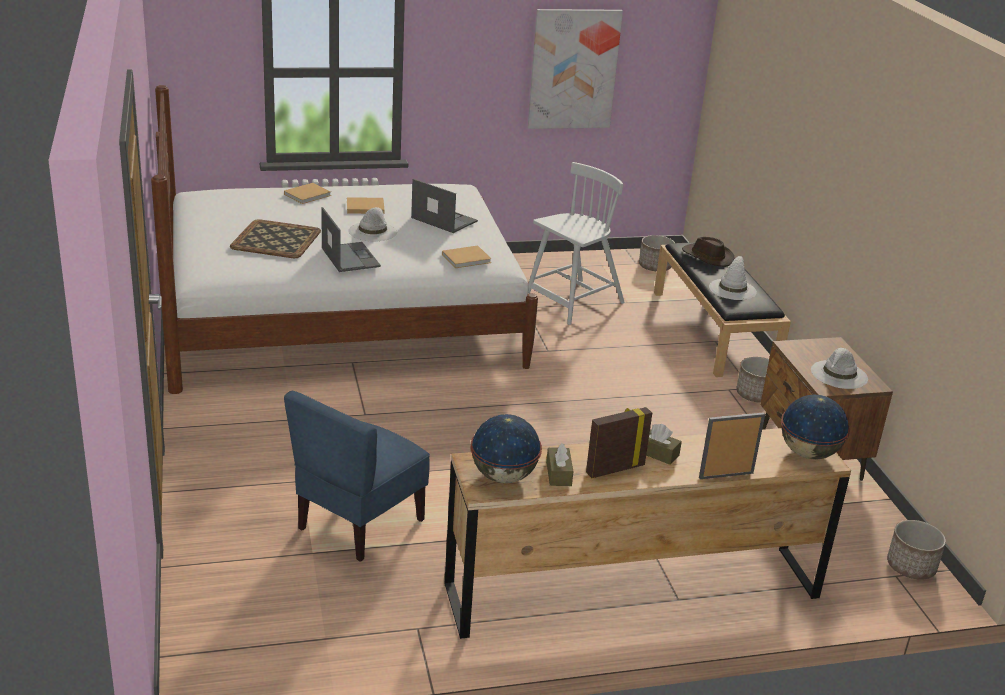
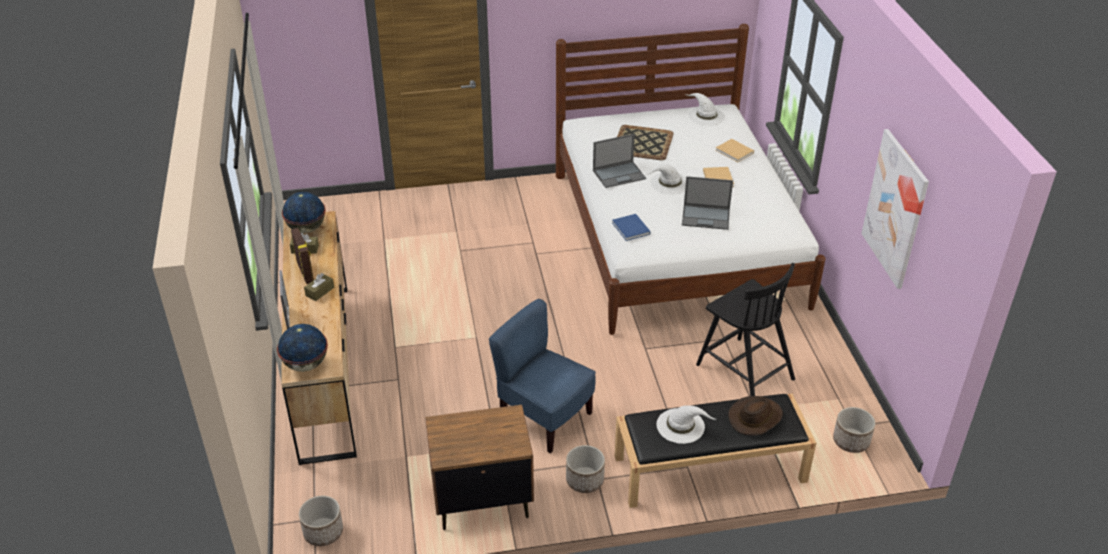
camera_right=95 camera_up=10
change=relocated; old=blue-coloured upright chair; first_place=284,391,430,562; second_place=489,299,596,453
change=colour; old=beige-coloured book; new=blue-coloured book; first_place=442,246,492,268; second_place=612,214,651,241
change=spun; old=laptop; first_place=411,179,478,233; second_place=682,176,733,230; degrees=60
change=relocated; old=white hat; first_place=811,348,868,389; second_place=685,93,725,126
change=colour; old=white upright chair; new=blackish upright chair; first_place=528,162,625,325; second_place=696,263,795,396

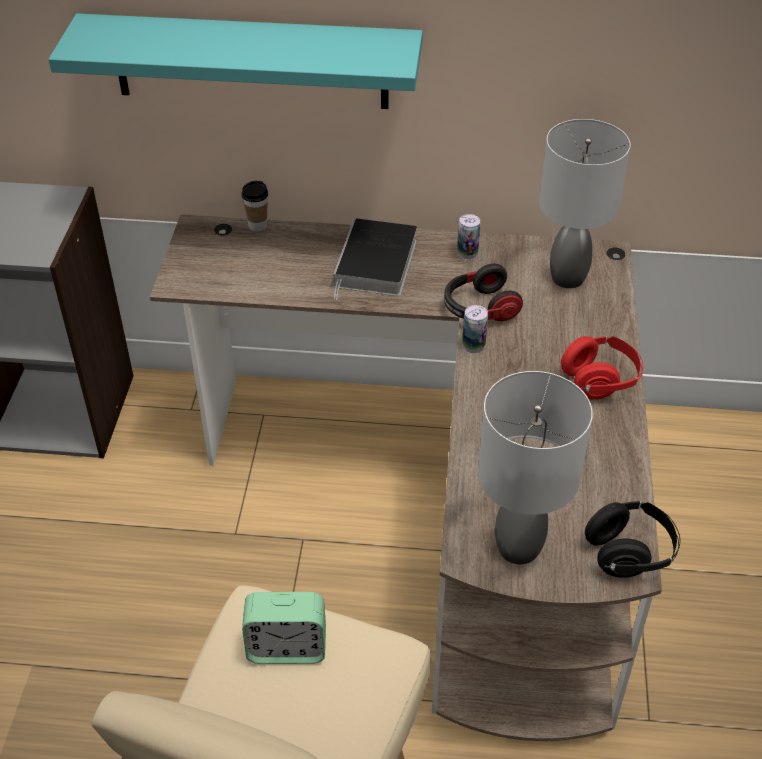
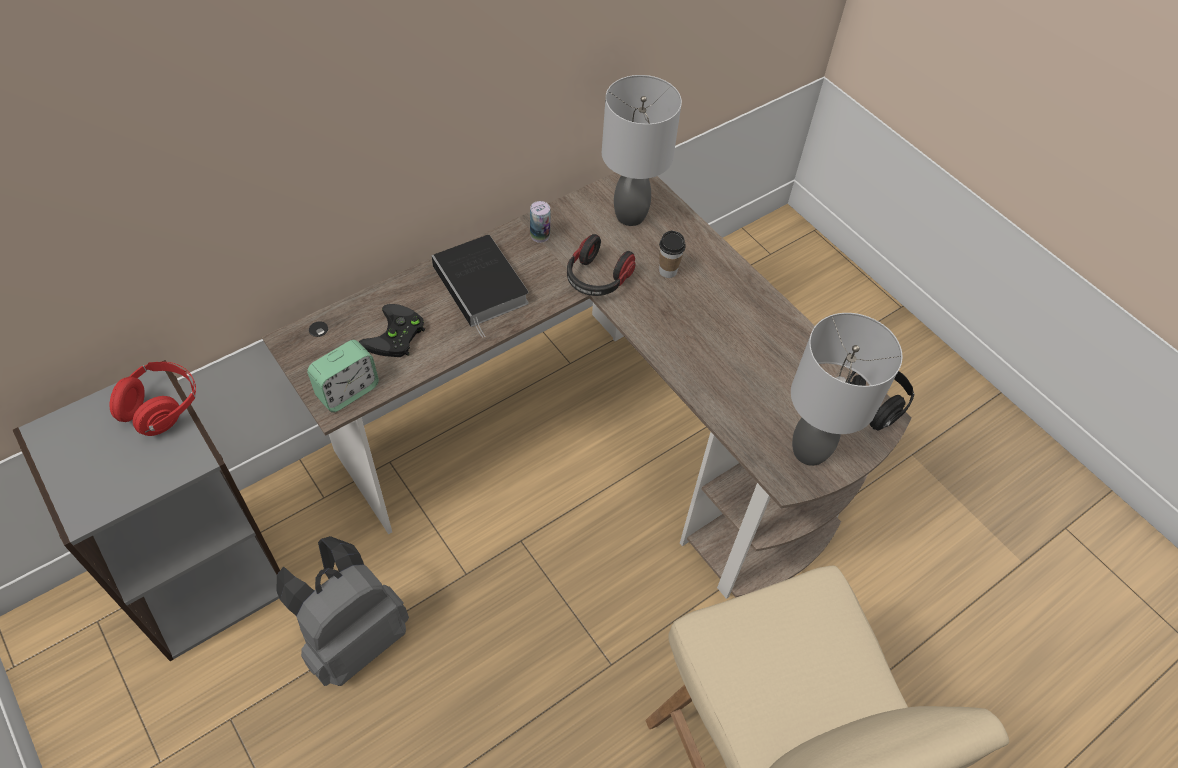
camera_right=-45 camera_up=10
change=relocated; old=red pair of headphones; first_place=561,336,643,400; second_place=110,362,196,436
change=appeared; new=grey rucksack; second_place=276,536,409,686
change=relocated; old=table clock; first_place=242,592,326,664; second_place=307,340,379,412
change=appeared; new=blackish joypad; second_place=359,304,425,357
change=relocated; old=small cup; first_place=242,181,268,231; second_place=659,231,686,278
change=missing; old=blue-green bracket shelf; first_place=49,13,423,109
change=missing; old=can; first_place=462,305,488,353

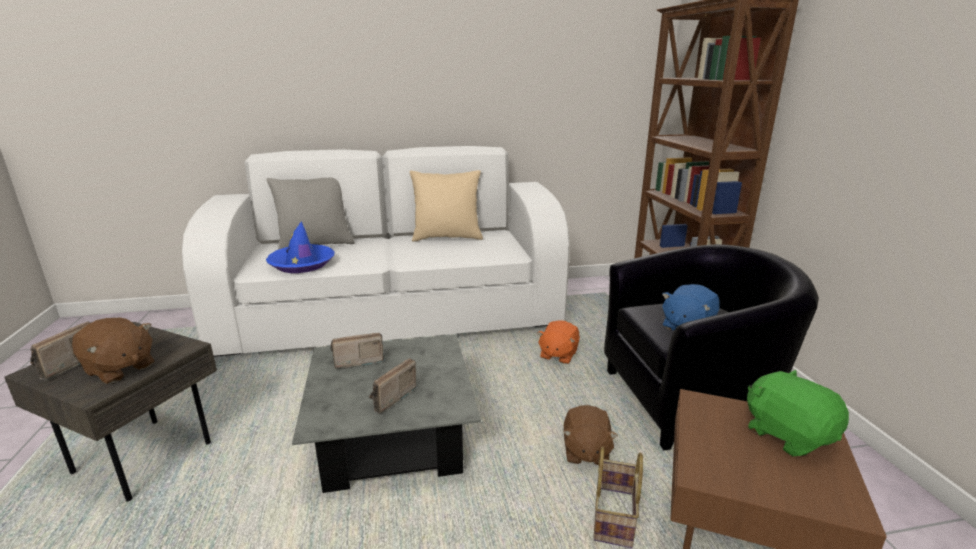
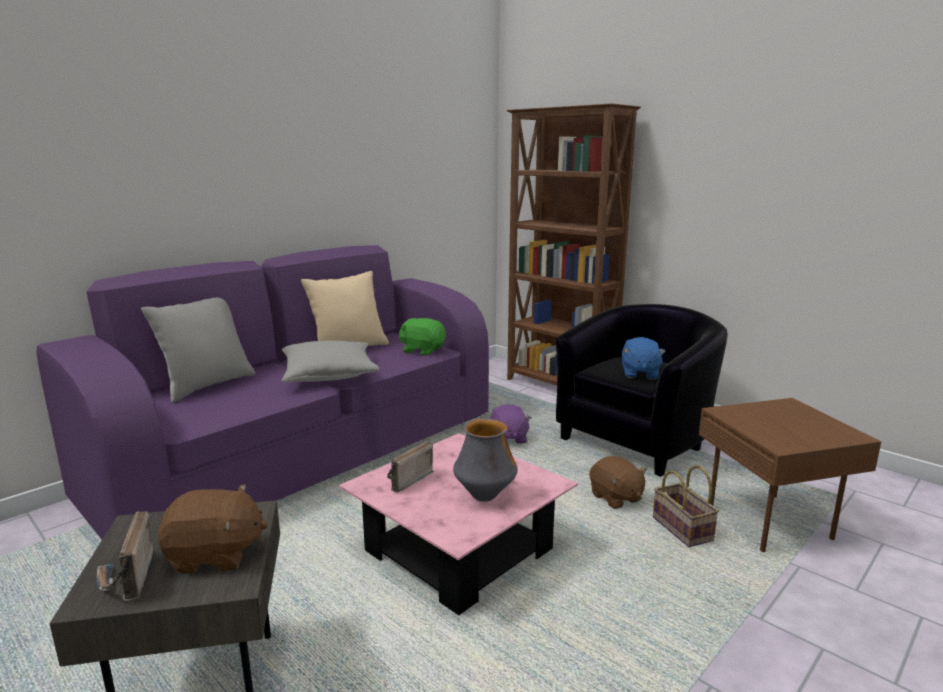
camera_right=-35 camera_up=-5
change=colour; old=white sofa; new=purple sofa; first_place=182,146,569,357; second_place=37,245,489,539
change=appeared; new=grey throw pillow; second_place=282,341,379,382
change=colour; old=grey lounge table; new=pinkish lounge table; first_place=292,334,481,493; second_place=339,433,578,615
change=relocated; old=green-coloured soft toy; first_place=747,370,849,456; second_place=399,318,446,356
change=exchanged; old=radio set; new=decorative vase; first_place=369,358,417,414; second_place=453,419,517,502
change=colour; old=orange soft toy; new=purple soft toy; first_place=537,321,580,364; second_place=490,404,532,444
change=missing; old=blue-coloured hat; first_place=266,221,335,273

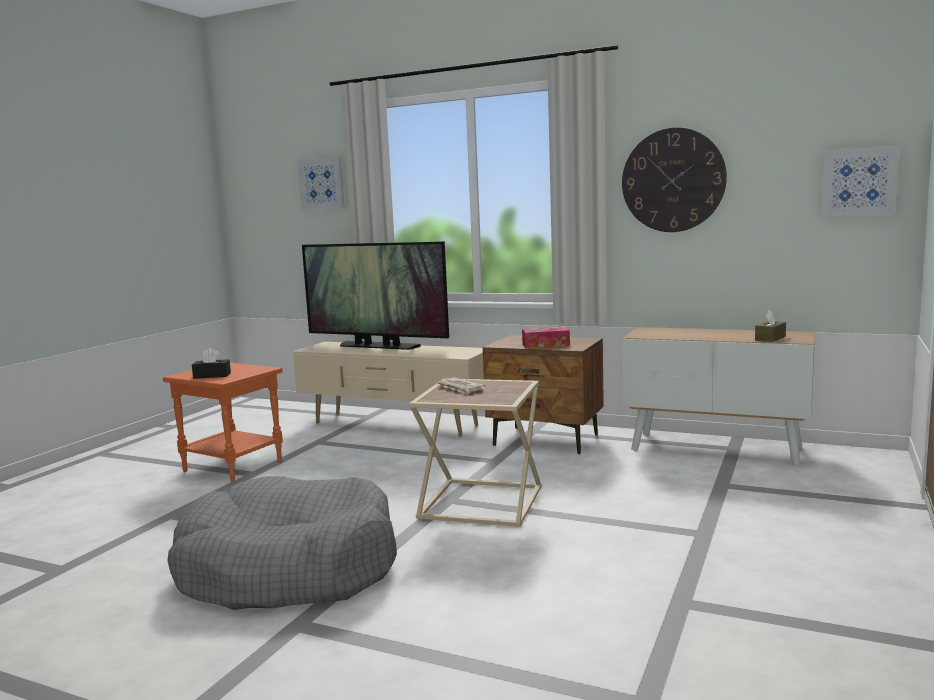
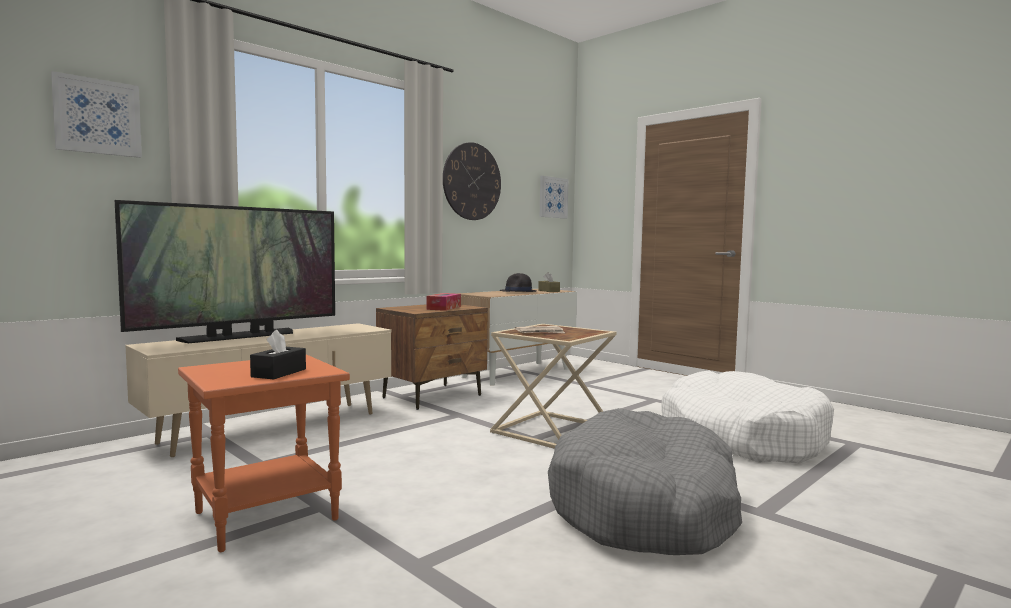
camera_right=-70 camera_up=-5
change=appeared; new=blackish hat; second_place=500,273,537,292
change=appeared; new=white dog cushion; second_place=661,371,834,463

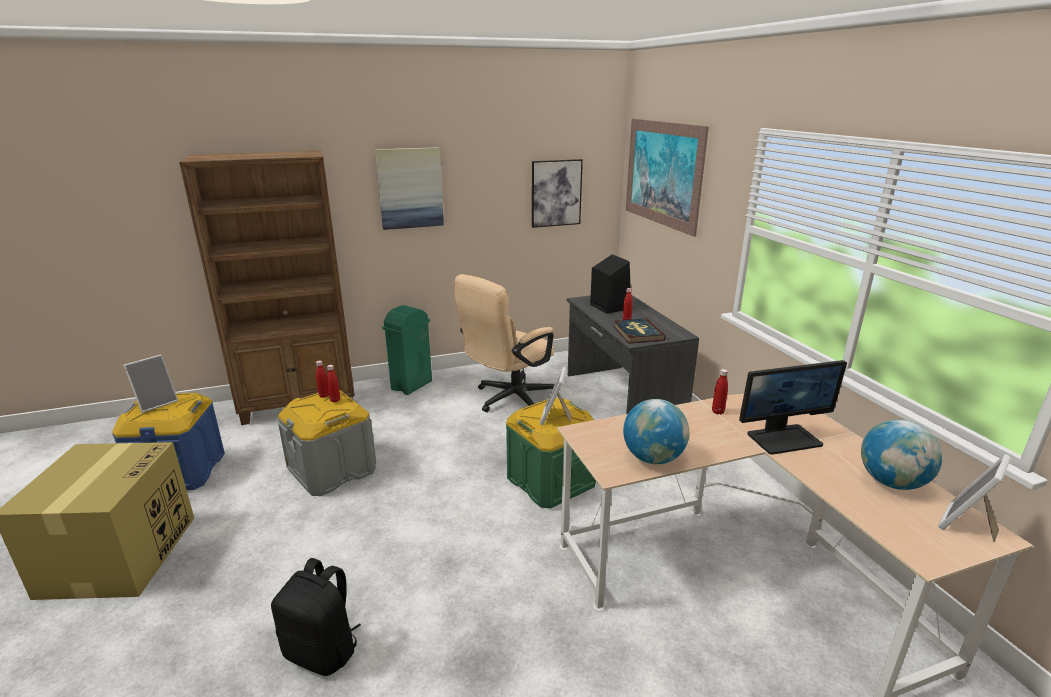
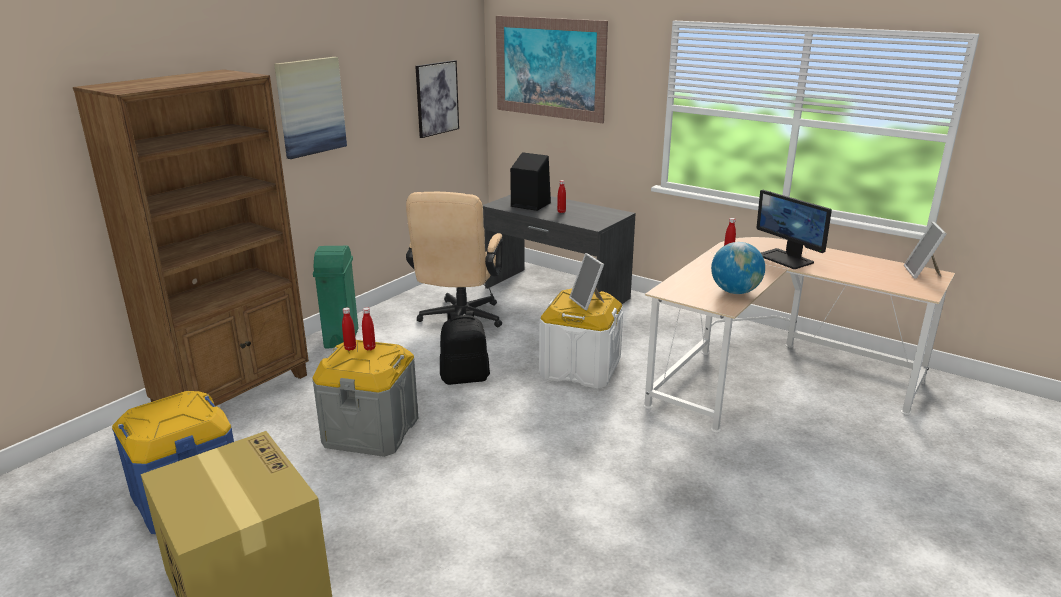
camera_right=-35 camera_up=0
change=relocated; old=blackish rucksack; first_place=271,558,361,676; second_place=440,311,490,385
change=colour; old=green-coloured storage bin; new=white storage bin; first_place=506,398,596,509; second_place=539,288,623,389
change=spun; old=computer display; first_place=739,360,847,455; second_place=756,190,832,269; degrees=105
change=missing; old=picture frame; first_place=123,355,178,413
change=missing; old=book; first_place=614,318,666,343
change=missing; old=desk globe; first_place=861,420,942,490

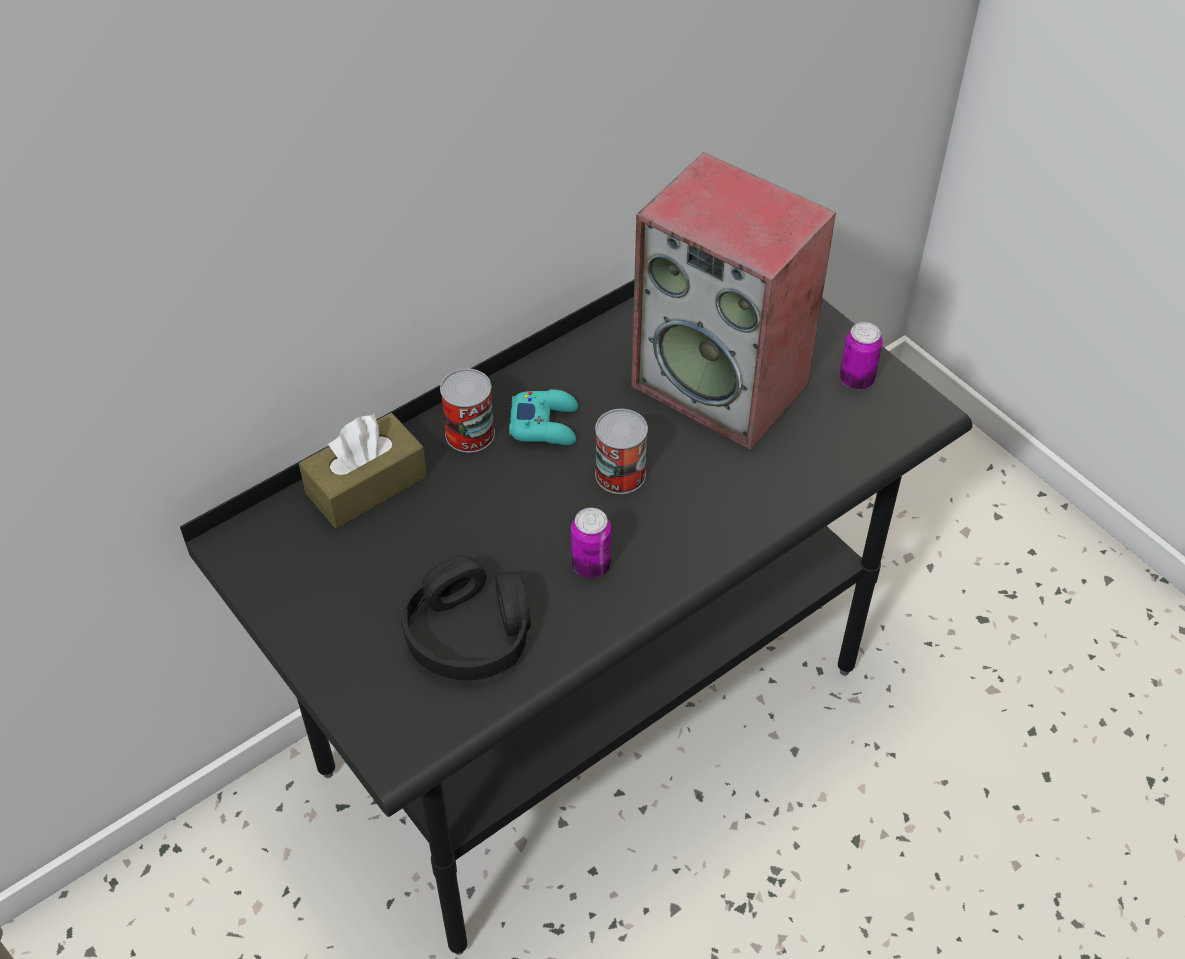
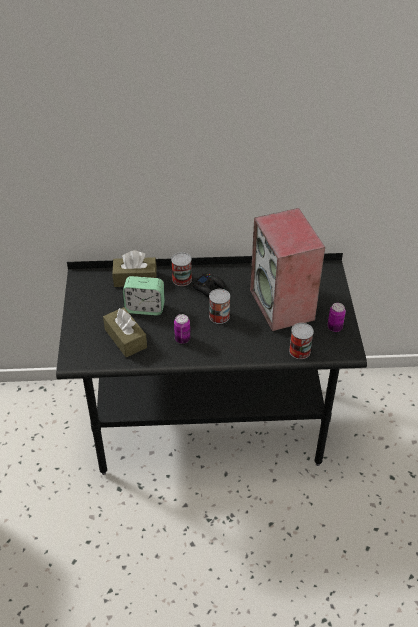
camera_right=35 camera_up=-5
change=exchanged; old=blackish pair of headphones; new=brownish box of tissues; first_place=401,555,531,681; second_place=103,307,147,357
change=appeared; new=table clock; second_place=123,276,165,315
change=colour; old=blue-green joypad; new=blackish joypad; first_place=509,389,578,445; second_place=193,273,226,297
change=appeared; new=can; second_place=289,323,314,359

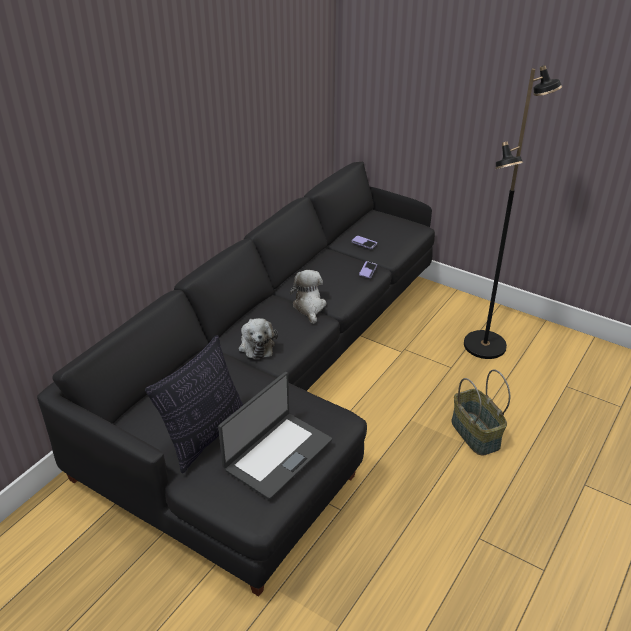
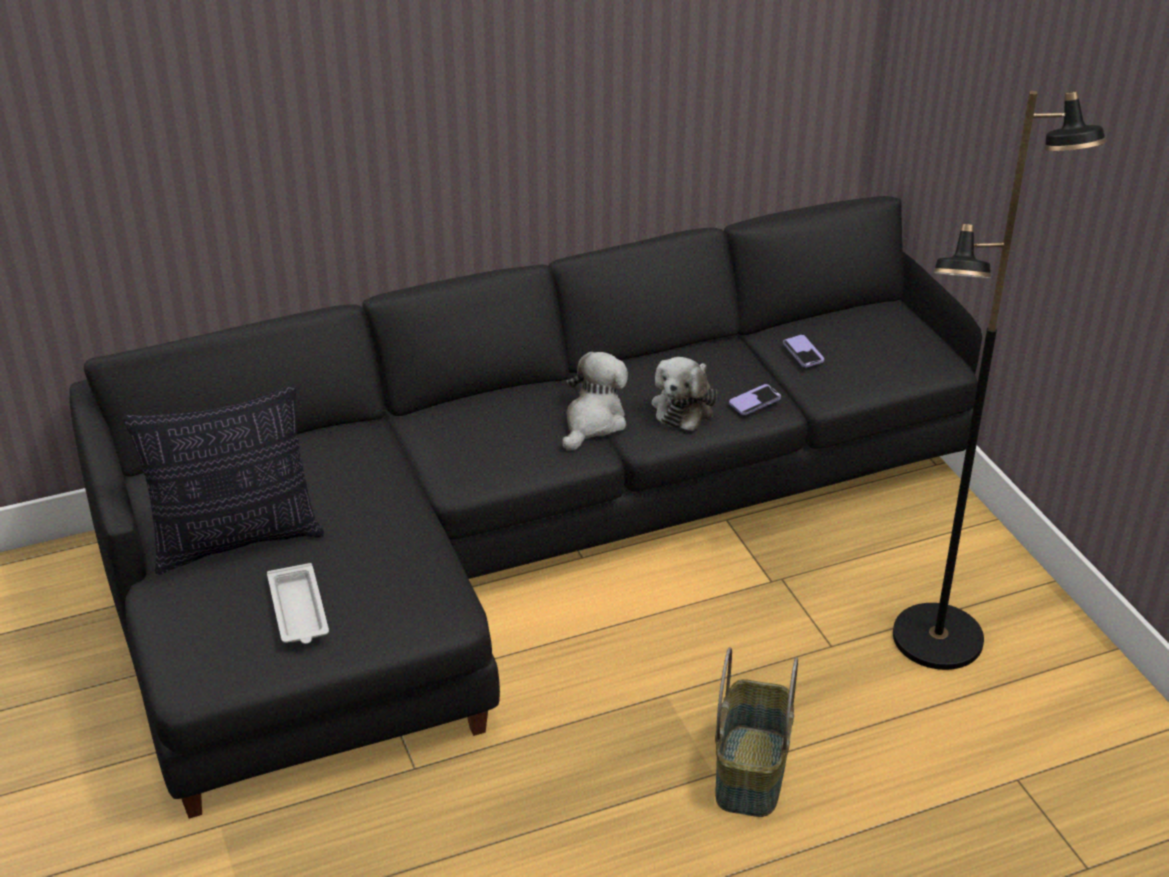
camera_right=35 camera_up=0
change=exchanged; old=laptop; new=white serving tray; first_place=218,372,332,500; second_place=267,563,329,644
change=relocated; old=soft toy; first_place=239,318,278,359; second_place=652,357,718,431

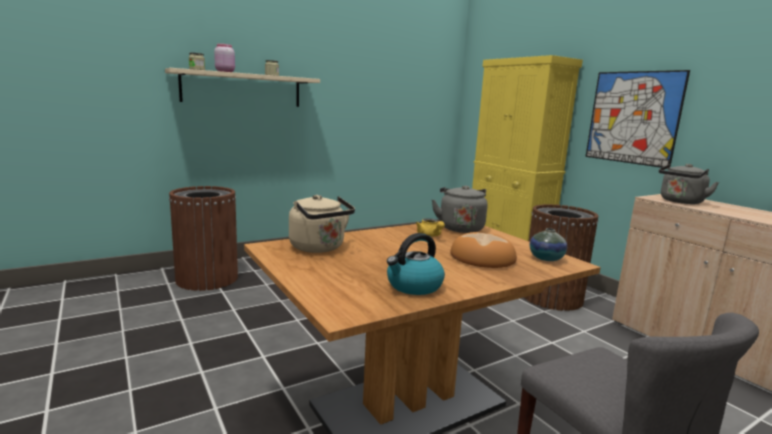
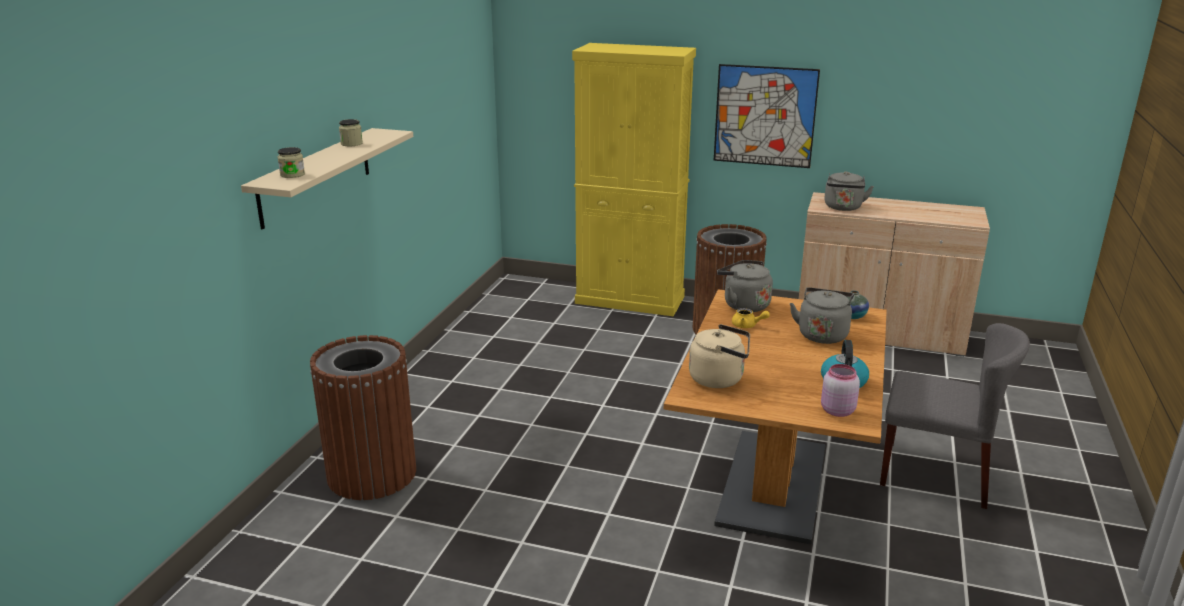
camera_right=-40 camera_up=10
change=exchanged; old=baked bread; new=grey tea kettle; first_place=450,232,517,268; second_place=790,287,854,344
change=relocated; old=pinkish jar; first_place=214,44,235,72; second_place=821,364,860,417

